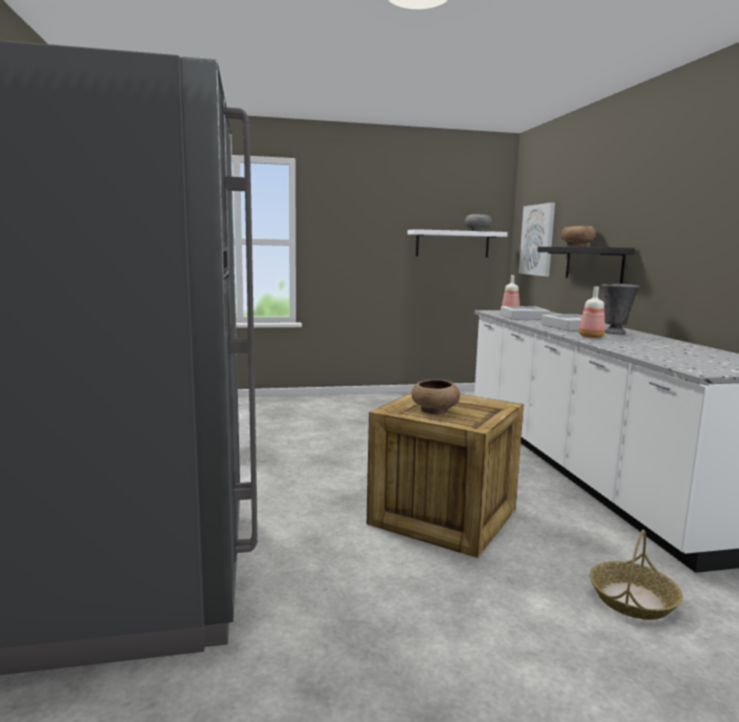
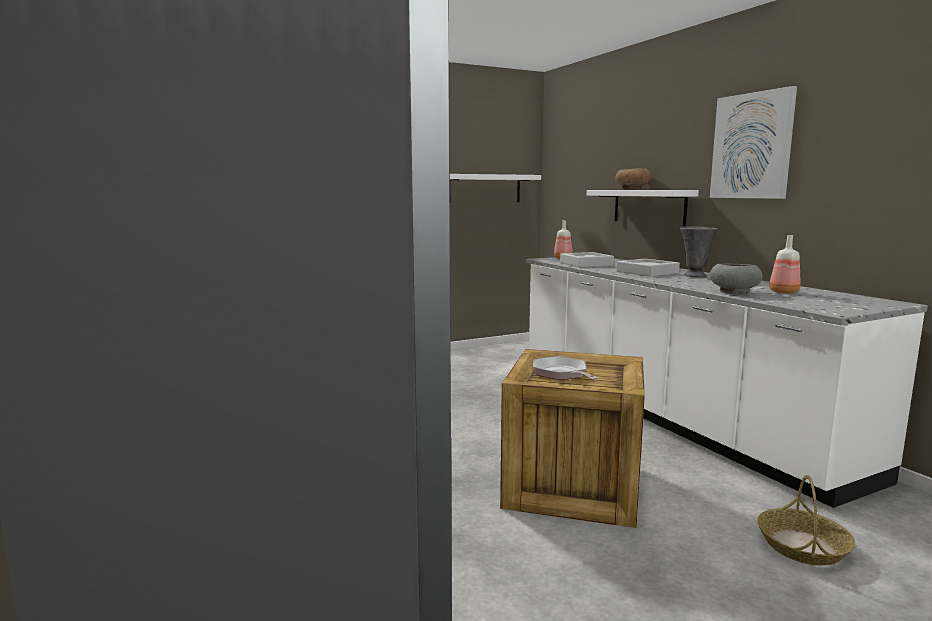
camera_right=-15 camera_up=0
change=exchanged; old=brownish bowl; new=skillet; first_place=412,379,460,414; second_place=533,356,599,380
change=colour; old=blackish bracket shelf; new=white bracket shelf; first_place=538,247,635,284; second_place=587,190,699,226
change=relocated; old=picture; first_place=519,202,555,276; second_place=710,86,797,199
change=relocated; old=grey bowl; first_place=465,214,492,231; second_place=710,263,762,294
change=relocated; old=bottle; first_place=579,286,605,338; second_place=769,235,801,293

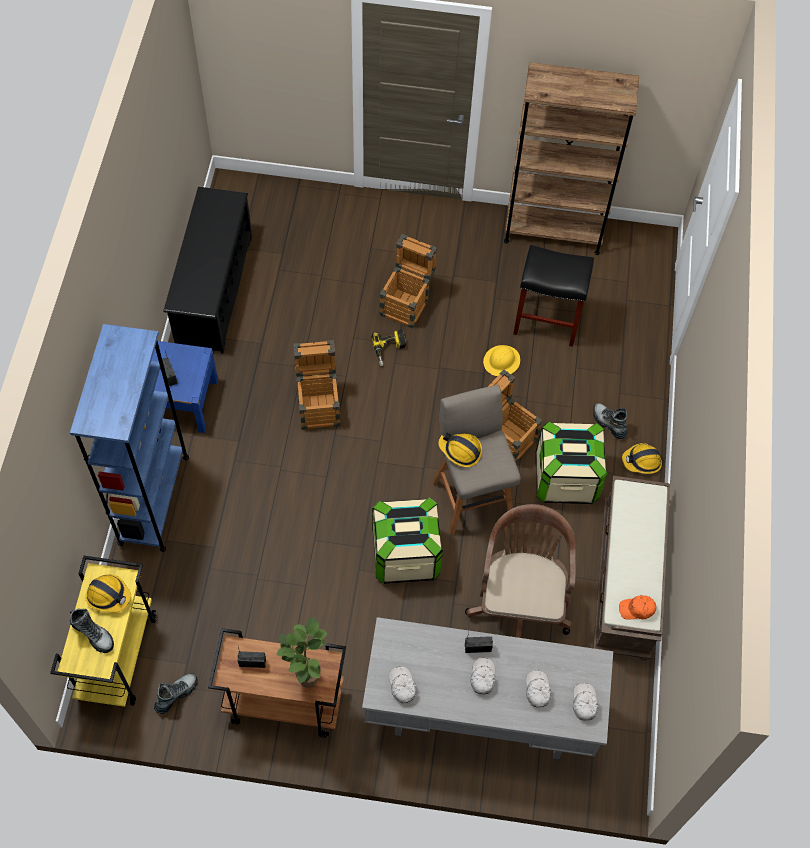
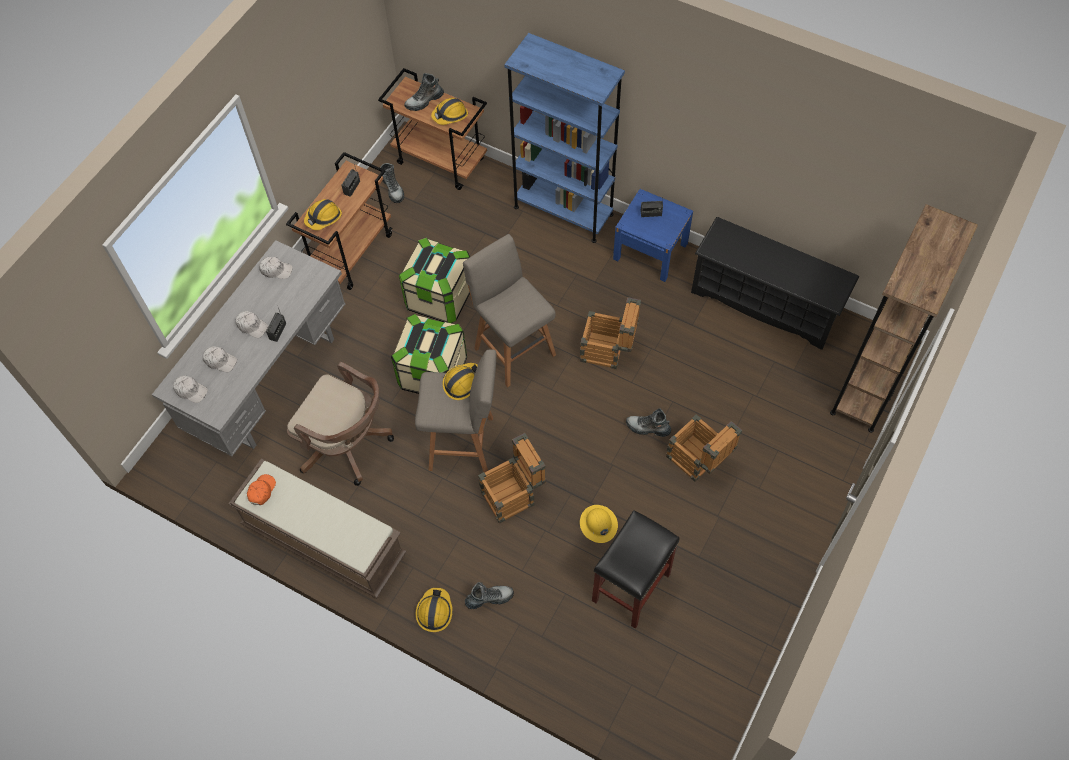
camera_right=115 camera_up=0
change=exchanged; old=plant in a pot; new=hard hat; first_place=276,617,327,688; second_place=304,199,342,230
change=colour; old=yellow-coloured wheeled cart; new=brownish wheeled cart; first_place=50,556,156,707; second_place=378,68,487,190
change=relocated; old=storage bin; first_place=535,421,607,504; second_place=399,238,470,323
change=appeared; new=grey stool; second_place=463,234,556,387
change=exchanged; old=power drill; new=tall boot; first_place=371,330,406,366; second_place=626,408,671,437
change=relocated; old=brownish bookcase; first_place=504,62,639,255; second_place=830,204,978,433

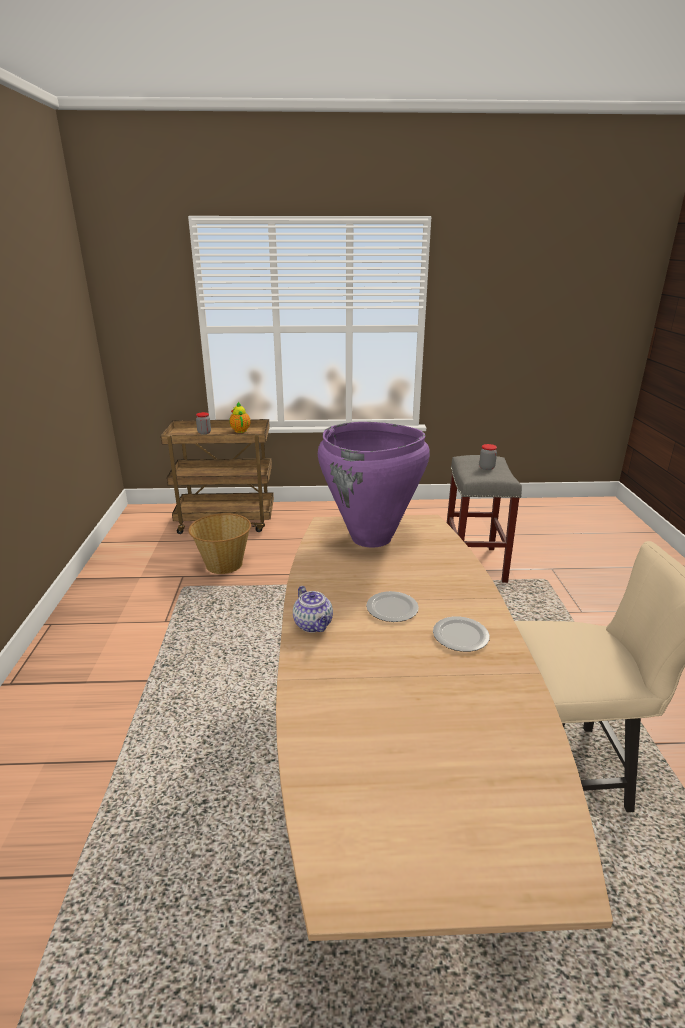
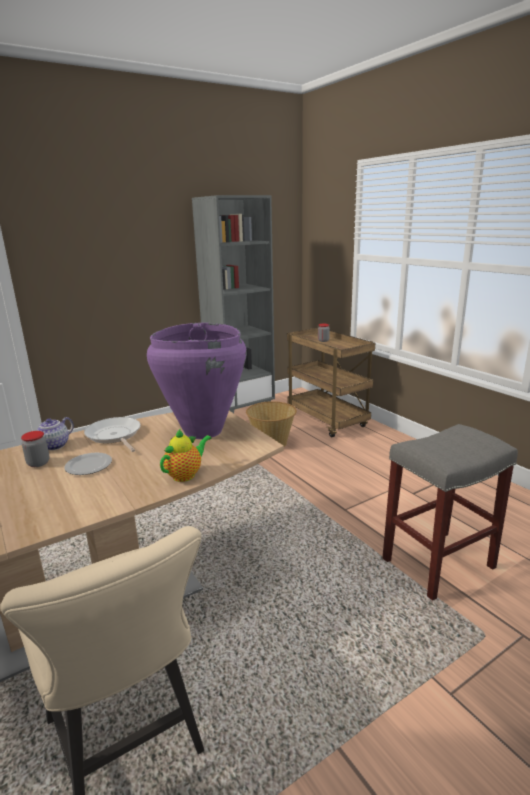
camera_right=60 camera_up=-5
change=relocated; old=jar; first_place=479,444,497,470; second_place=21,431,49,467
change=appeared; new=skillet; second_place=84,417,141,452
change=relocated; old=tea pot; first_place=229,401,250,433; second_place=160,428,212,482
change=appeared; new=grey bookcase; second_place=192,195,275,413
change=missing; old=dinner plate; first_place=433,616,490,652

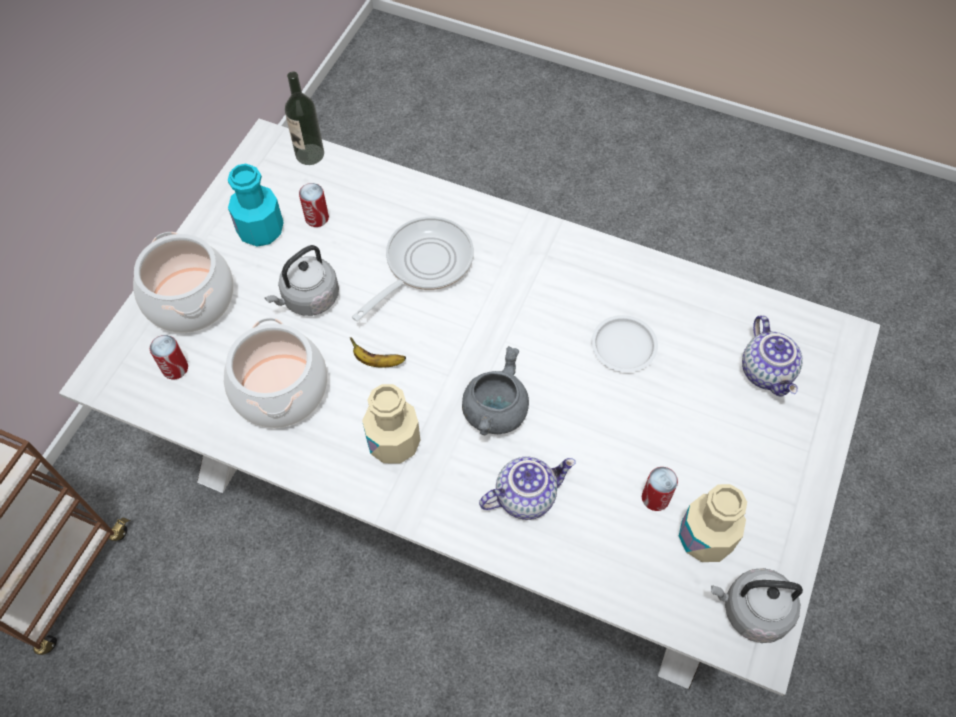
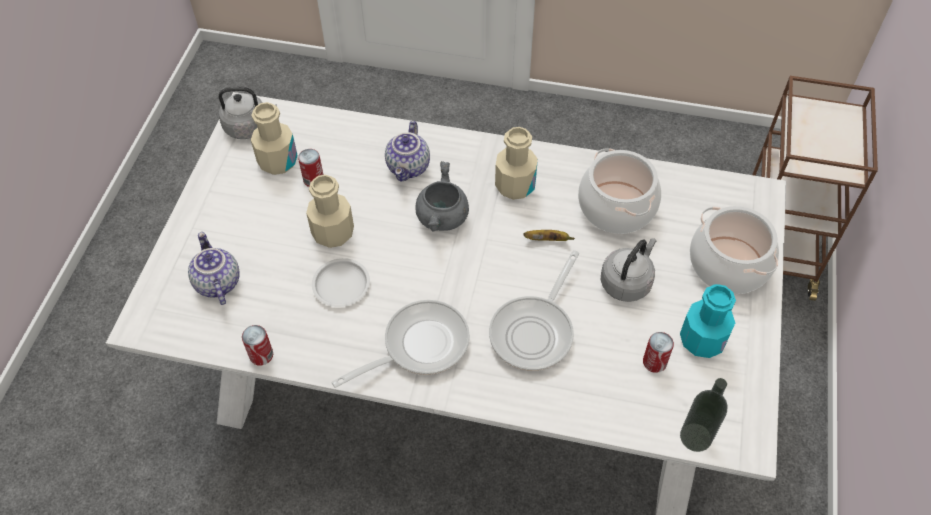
camera_right=170 camera_up=-5
change=relocated; old=can; first_place=150,335,188,380; second_place=242,325,273,366
change=appeared; new=beige-coloured bottle; second_place=306,174,354,248
change=appeared; new=skillet; second_place=332,300,470,388
change=spun; old=tea pot; first_place=479,457,576,520; second_place=385,121,430,182; degrees=-45

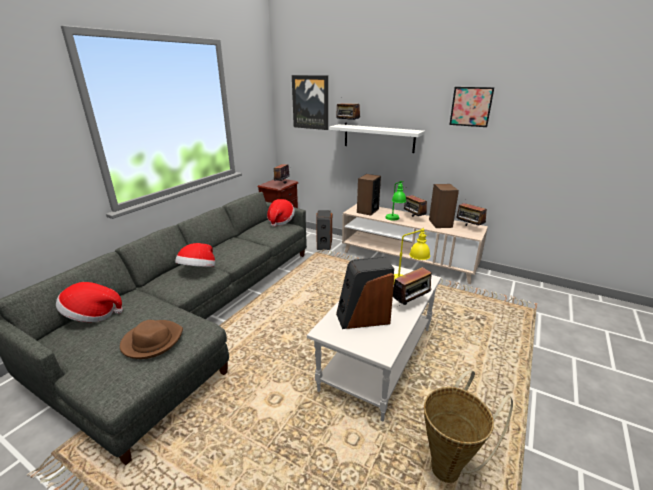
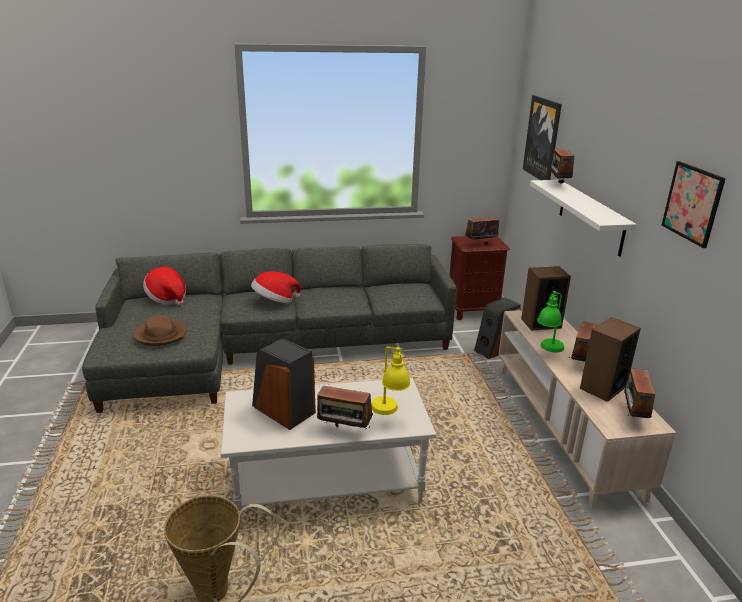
camera_right=50 camera_up=0
change=missing; old=hat; first_place=267,199,295,227

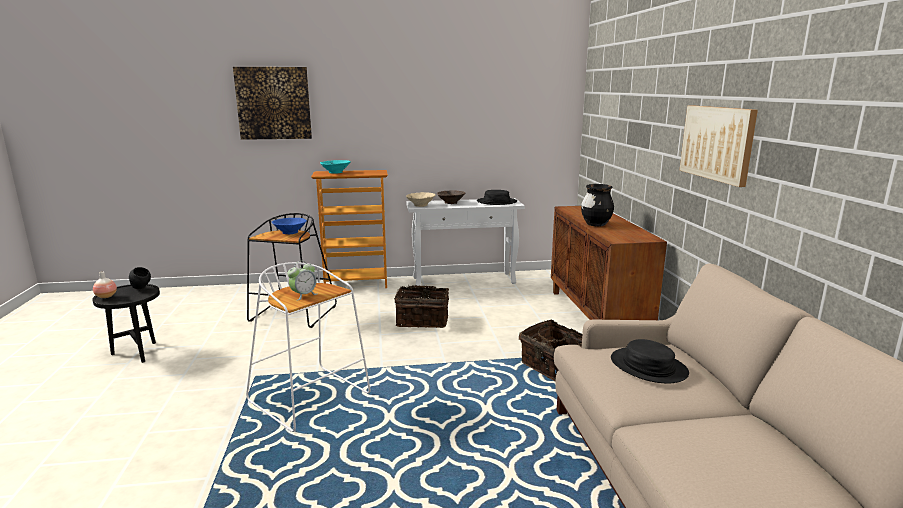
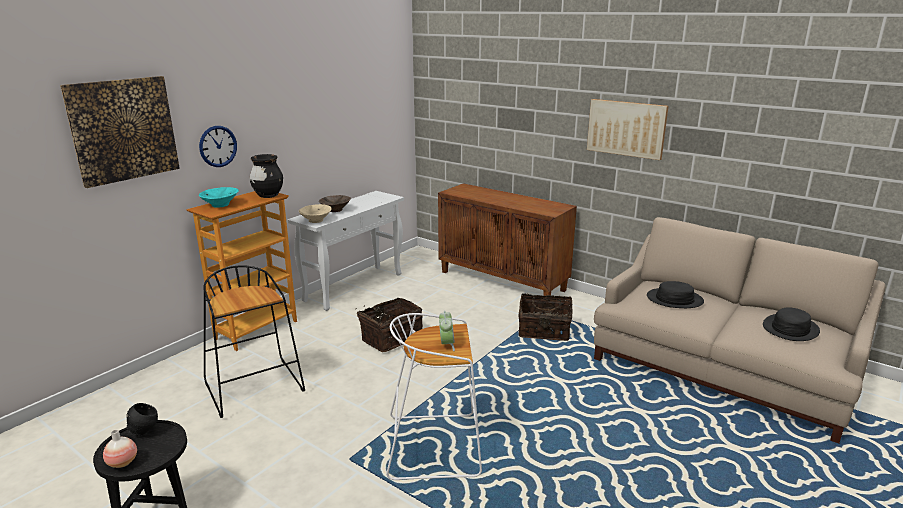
camera_right=-45 camera_up=5
change=appeared; new=wall clock; second_place=199,126,237,167
change=relocated; old=blackish decorative vase; first_place=581,184,614,227; second_place=250,154,283,198
change=relocated; old=blackish hat; first_place=477,190,517,205; second_place=763,307,820,341
change=missing; old=blue-coloured bowl; first_place=271,218,307,234

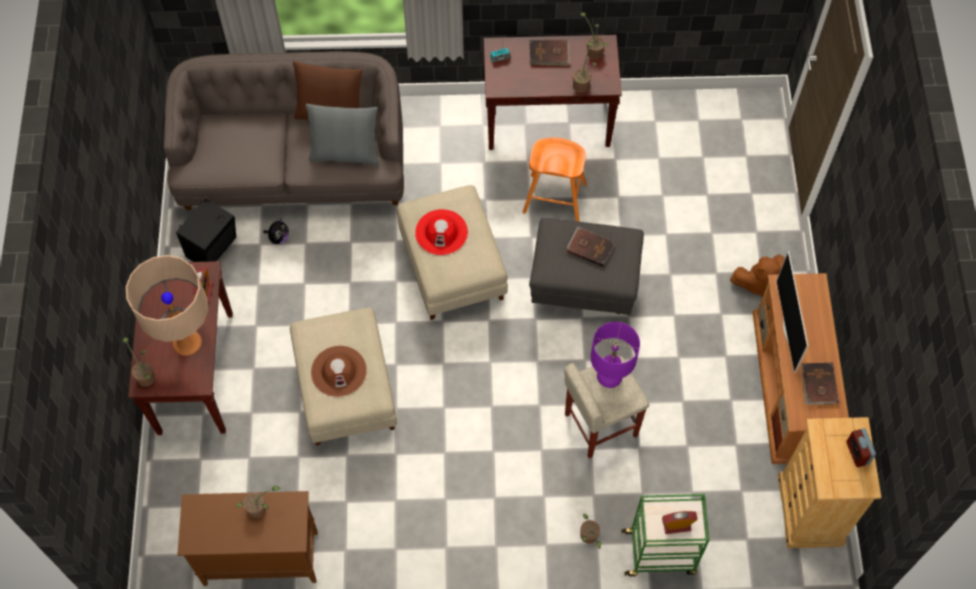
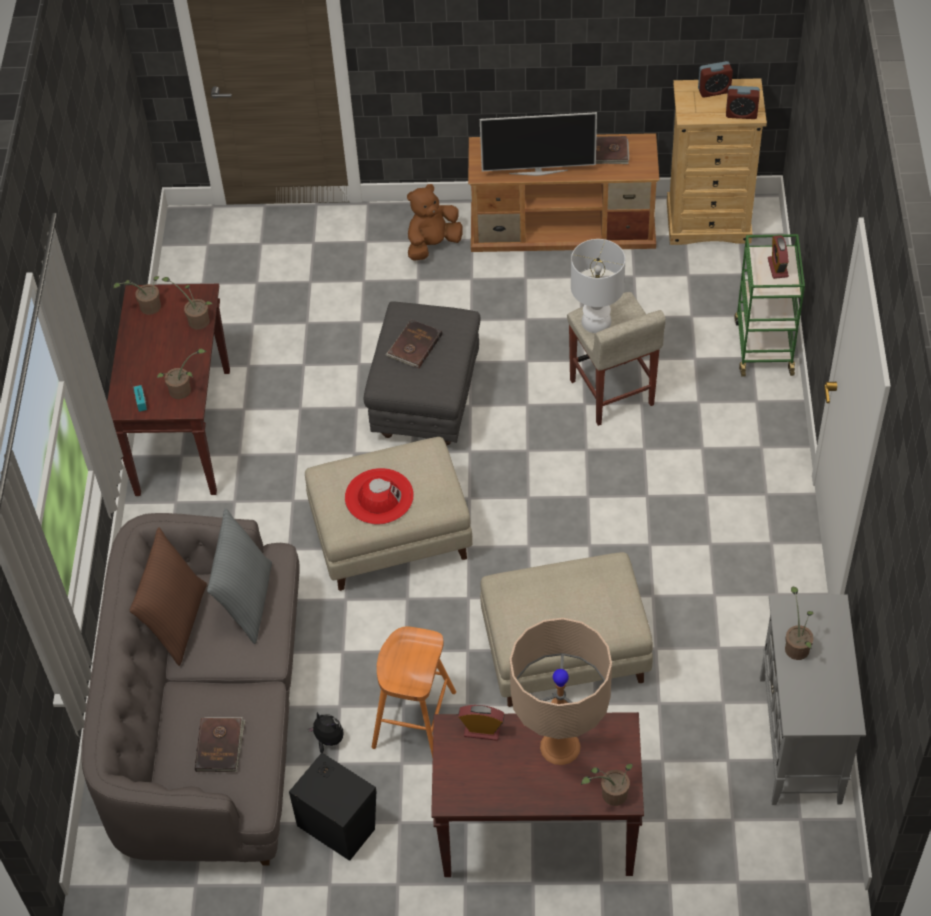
camera_right=-85 camera_up=-10
change=relocated; old=plant in a pot; first_place=580,514,601,549; second_place=157,349,207,399
change=relocated; old=brownish book; first_place=529,40,570,66; second_place=195,717,246,772
change=relocated; old=orange stool; first_place=523,137,587,221; second_place=372,627,456,758
change=spun; old=brownish soft toy; first_place=730,254,785,297; second_place=407,184,463,261; degrees=-120
change=colour; old=purple tabletop lamp; new=white tabletop lamp; first_place=591,322,640,388; second_place=571,239,625,333
change=appeared; new=table clock; second_place=726,86,760,119
change=colour; old=brownish storage cabinet; new=grey storage cabinet; first_place=177,491,318,586; second_place=760,594,866,805
change=missing; old=brownish hat; first_place=311,346,367,397

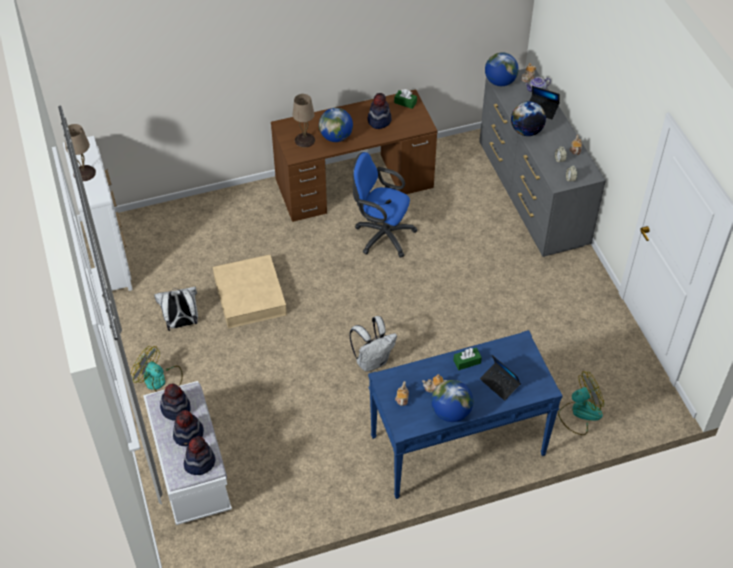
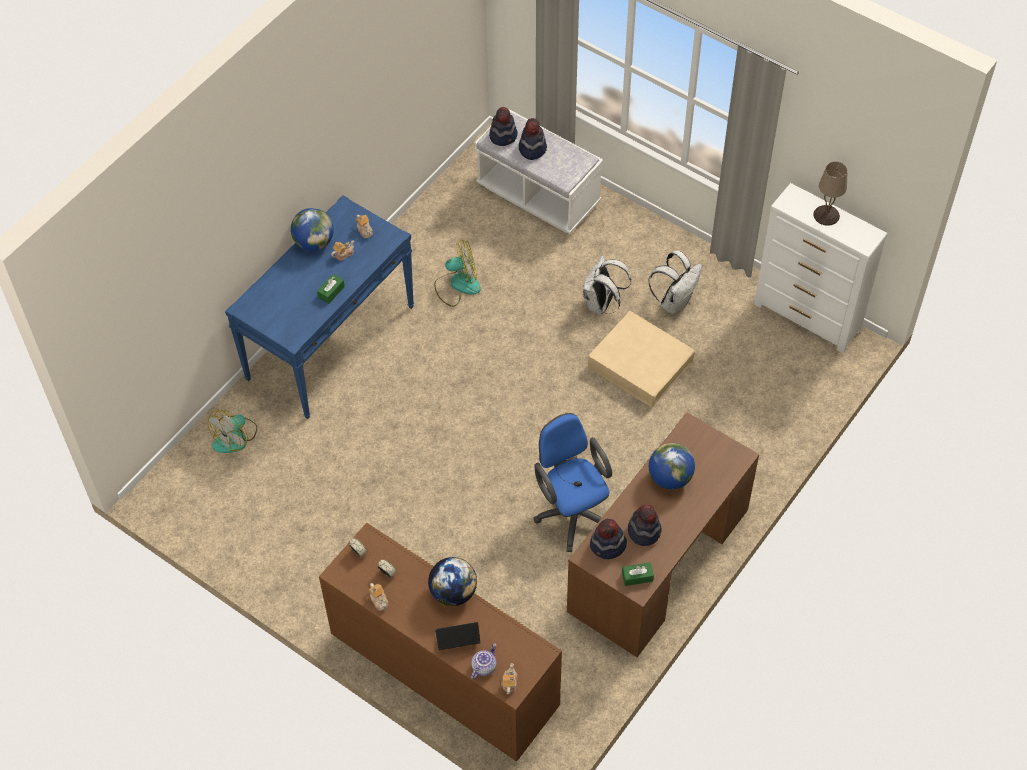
camera_right=145 camera_up=5
change=colour; old=grey drawer chest; new=brownish drawer chest; first_place=479,69,606,257; second_place=319,523,562,762
change=relocated; old=fan; first_place=131,346,183,392; second_place=434,239,481,307
change=spun; old=blue-coloured desk chair; first_place=352,152,417,258; second_place=534,413,612,552; degrees=-105
change=relocated; old=white rucksack; first_place=349,316,397,372; second_place=583,255,631,314
change=relocated; old=hat; first_place=160,383,191,421; second_place=590,518,627,559
change=missing; old=beige-coloured tabletop lamp; first_place=293,94,315,147
change=missing; old=laptop; first_place=480,355,521,401
change=missing; old=desk globe; first_place=485,52,519,86

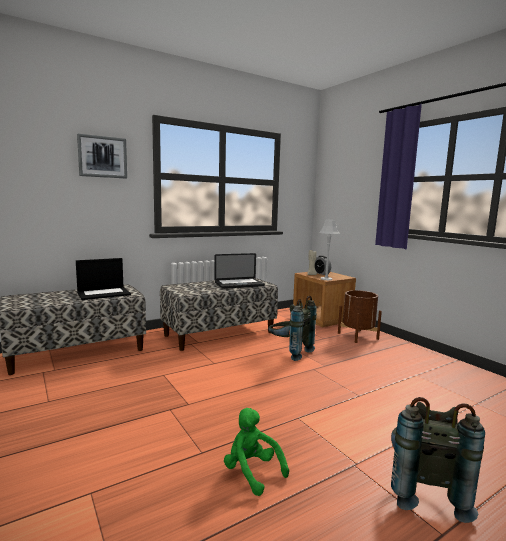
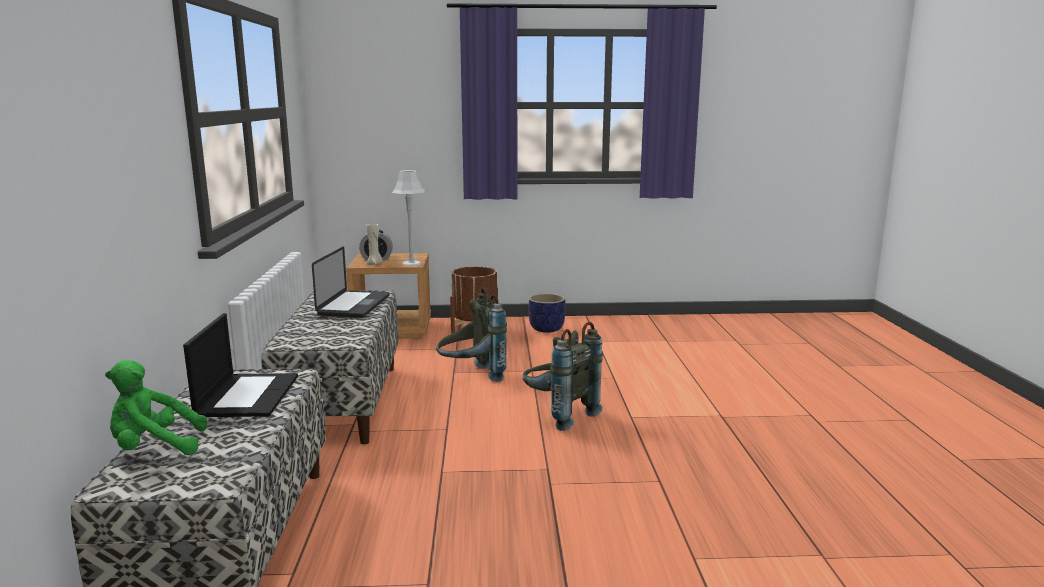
camera_right=-60 camera_up=5
change=relocated; old=green-coloured soft toy; first_place=224,408,289,496; second_place=105,360,207,455
change=relocated; old=grey rucksack; first_place=391,397,485,523; second_place=522,322,603,431
change=appeared; new=flower pot; second_place=529,293,565,333
change=missing; old=picture; first_place=77,134,127,179

